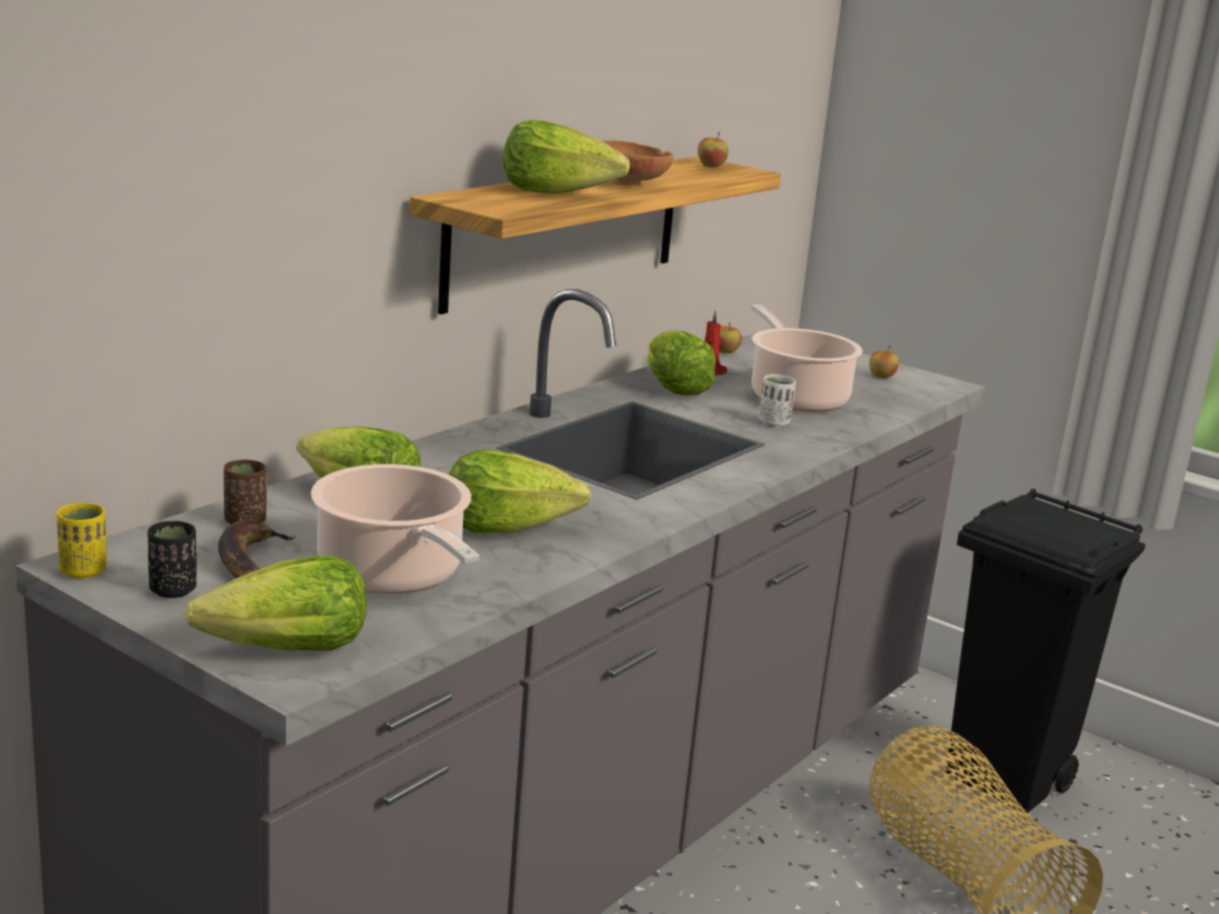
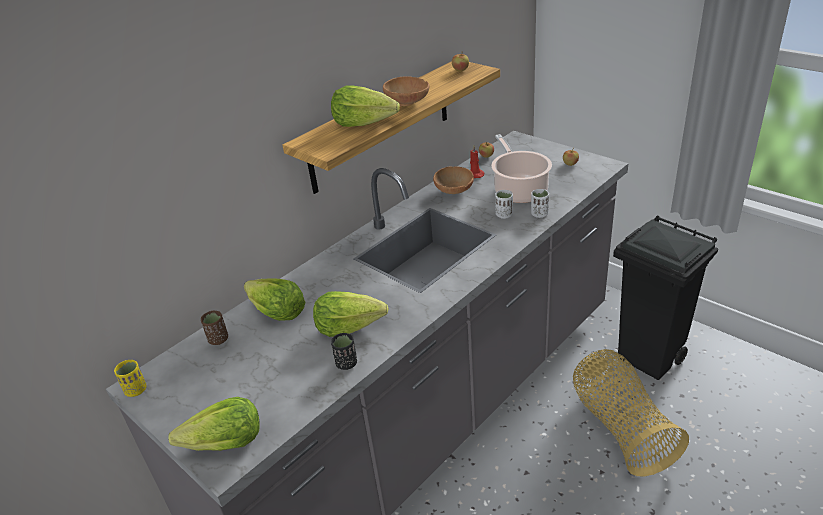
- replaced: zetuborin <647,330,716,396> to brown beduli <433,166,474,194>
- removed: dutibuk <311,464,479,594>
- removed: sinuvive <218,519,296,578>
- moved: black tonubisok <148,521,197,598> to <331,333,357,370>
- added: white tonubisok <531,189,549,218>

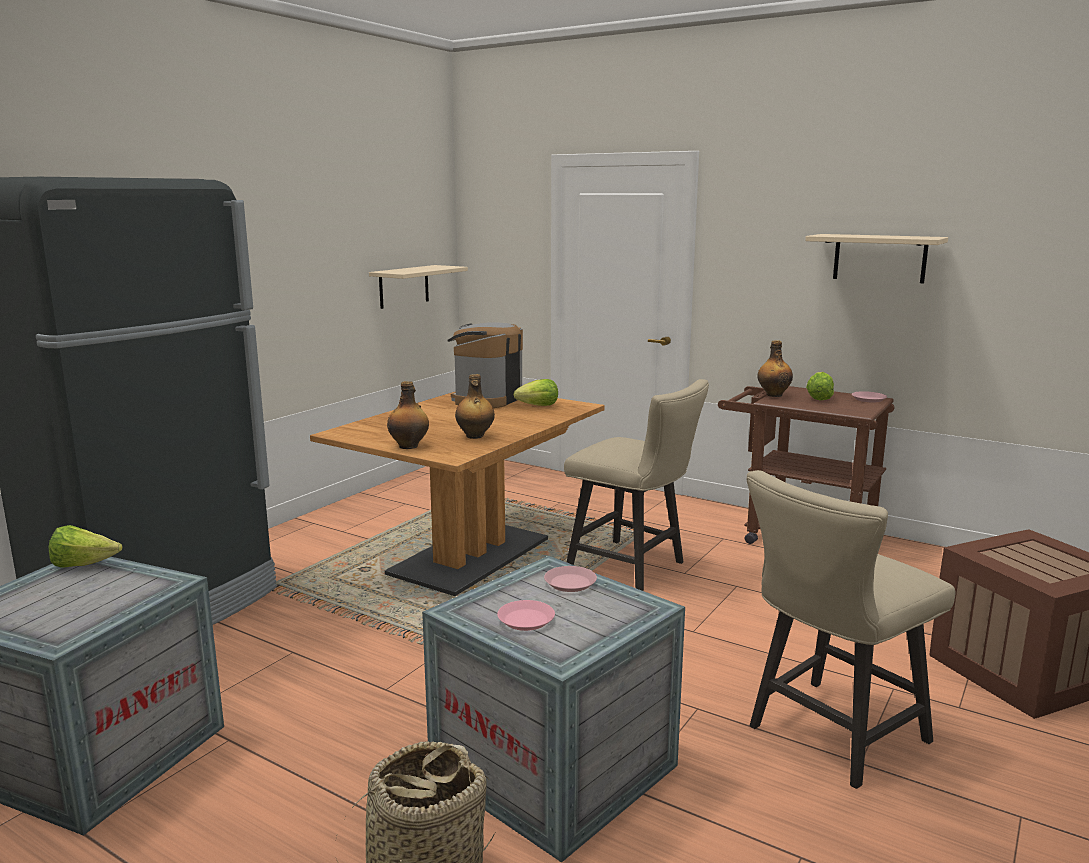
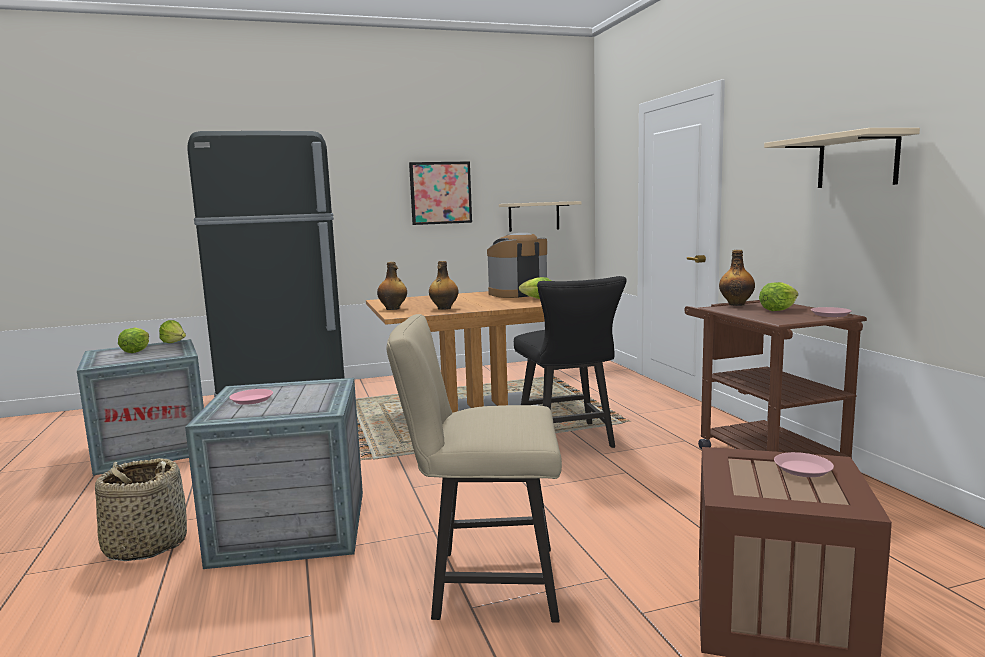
- recoloured: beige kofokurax <564,379,709,591> to black kofokurax <514,276,626,448>
- moved: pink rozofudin <544,566,597,592> to <774,452,834,477>
- added: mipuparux <409,162,472,225>
- added: zetuborin <118,328,149,353>

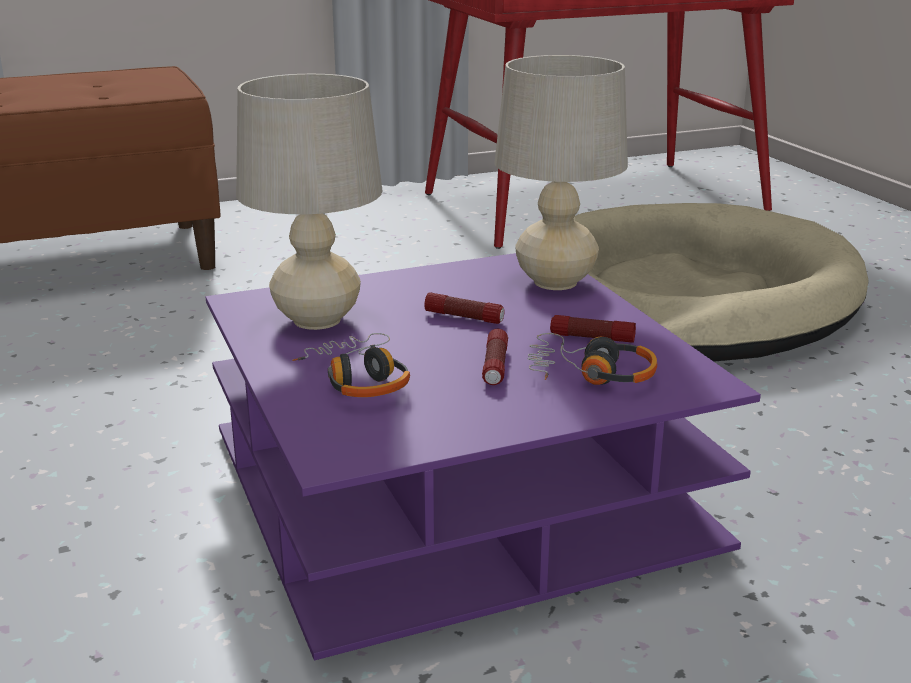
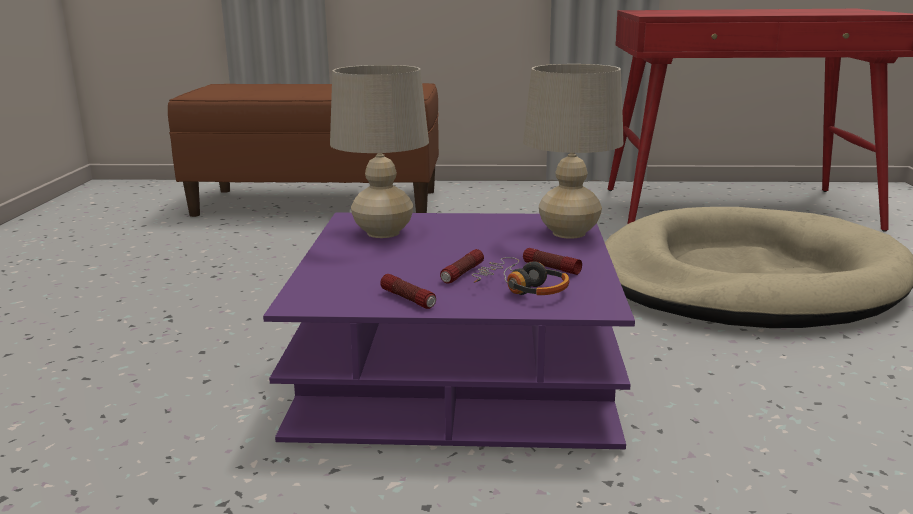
- moved: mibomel <424,292,505,324> to <380,274,436,309>
- removed: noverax <292,333,410,397>

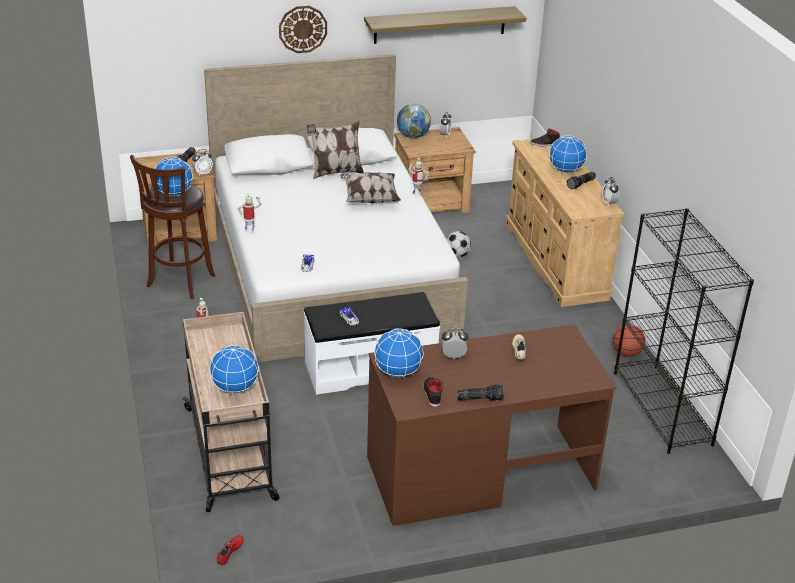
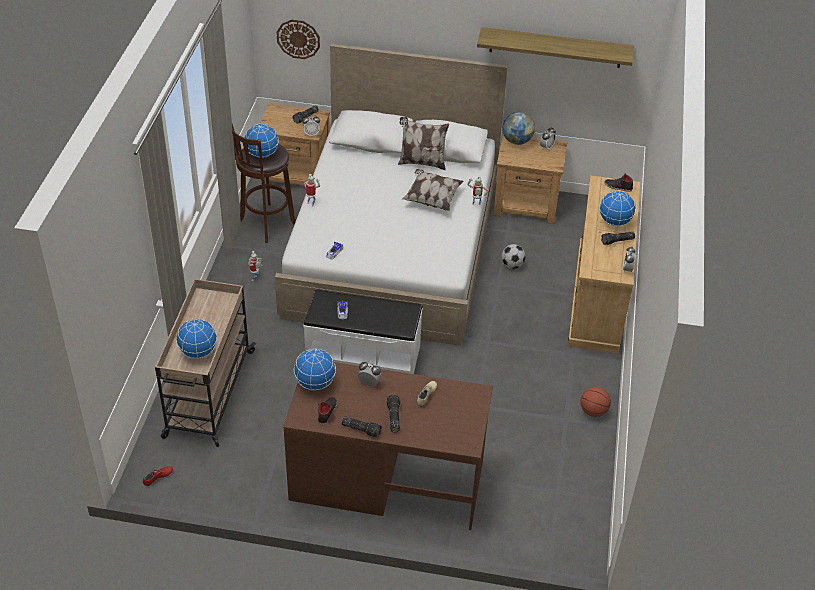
- moved: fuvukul <279,6,327,53> to <277,20,320,59>
- removed: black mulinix <614,208,754,454>
- added: mibomel <387,395,400,432>

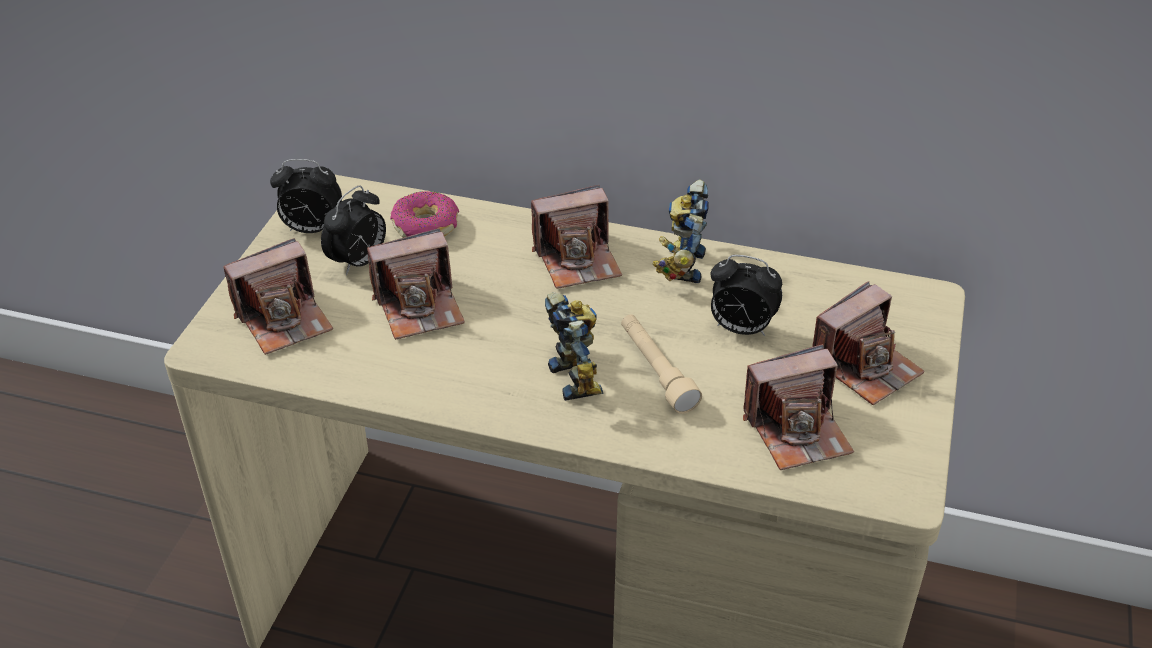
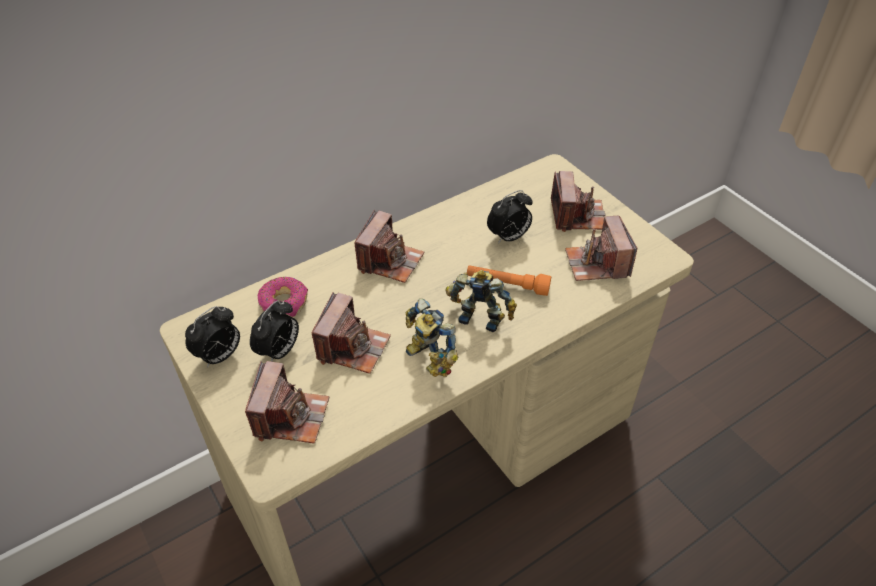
- moved: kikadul <653,179,709,283> to <405,298,458,377>
- turned: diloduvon <321,185,386,275> = <250,300,299,362> 45 degrees clockwise
- recoloured: beige mibomel <621,315,702,414> to orange mibomel <467,265,551,296>
- turned: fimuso <743,344,854,470> = <565,215,637,281> 150 degrees clockwise

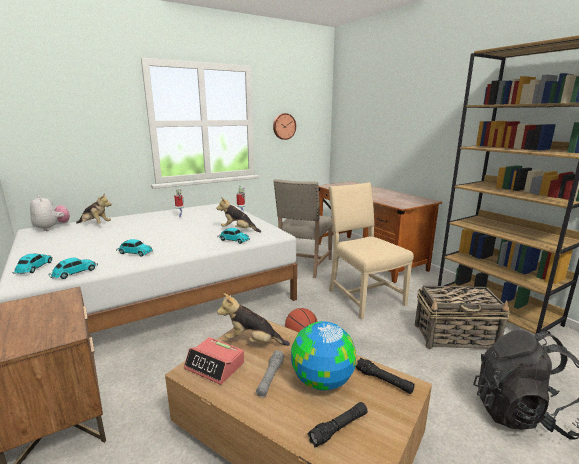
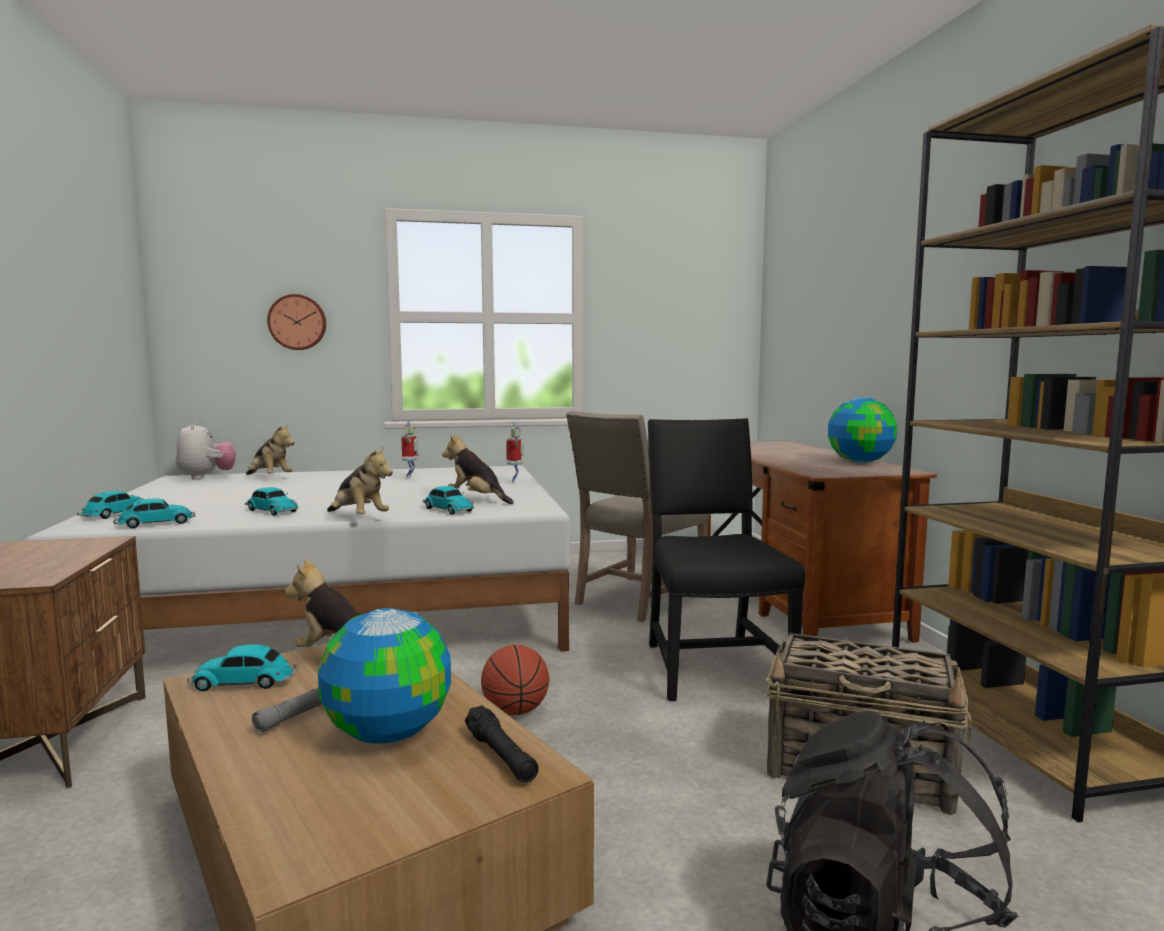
- moved: fuvukul <273,113,296,140> to <267,294,326,350>
- recoloured: beige kofokurax <329,182,414,319> to black kofokurax <648,418,805,701>
- replaced: diloduvon <184,337,244,385> to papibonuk <187,645,298,691>
- removed: black mibomel <308,402,368,447>
- added: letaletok <828,398,897,463>
- added: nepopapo <327,447,393,514>

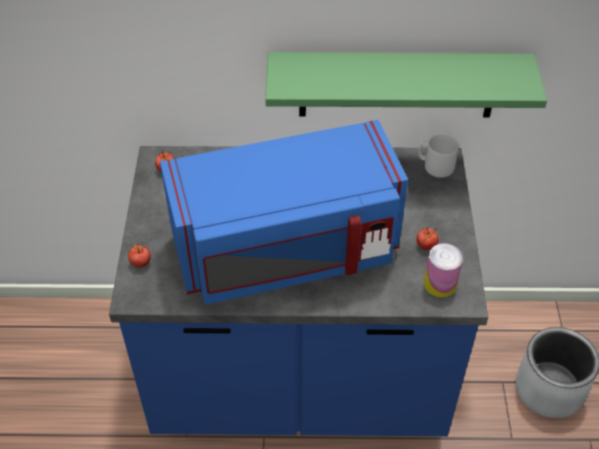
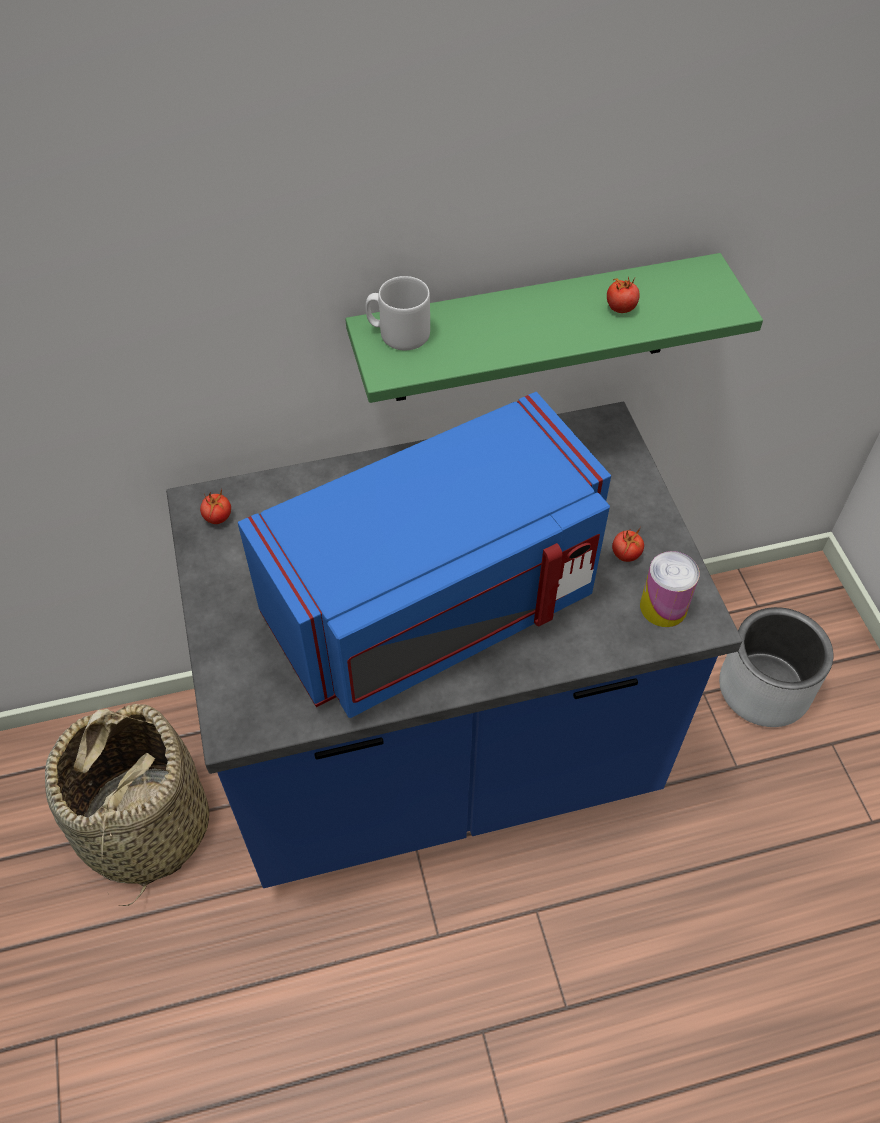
- moved: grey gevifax <418,134,459,178> to <366,276,430,350>
- moved: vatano <128,244,151,268> to <607,276,640,313>
- added: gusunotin <45,704,209,906>

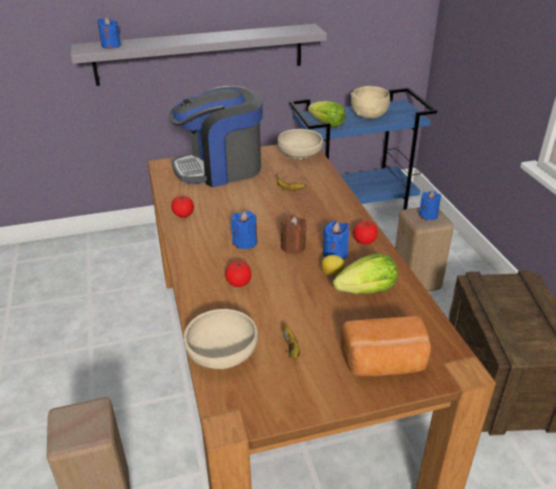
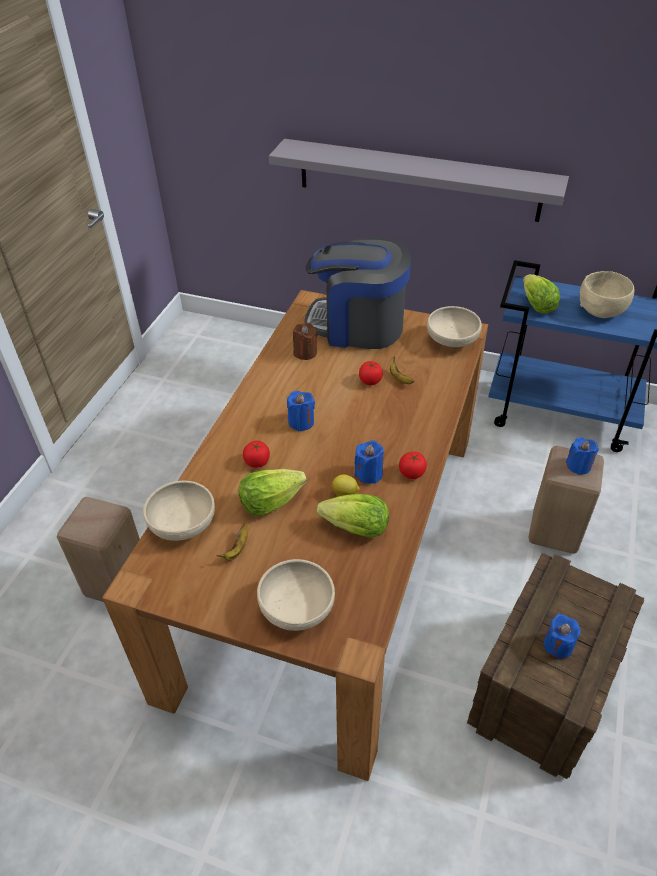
- moved: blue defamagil <97,17,121,49> to <543,614,581,659>
- moved: vatano <171,195,194,218> to <359,361,383,385>
- moved: brown defamagil <280,215,307,254> to <293,323,318,360>
- replaced: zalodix <341,316,431,376> to beige beduli <257,559,335,631>
- added: zetuborin <238,469,307,516>

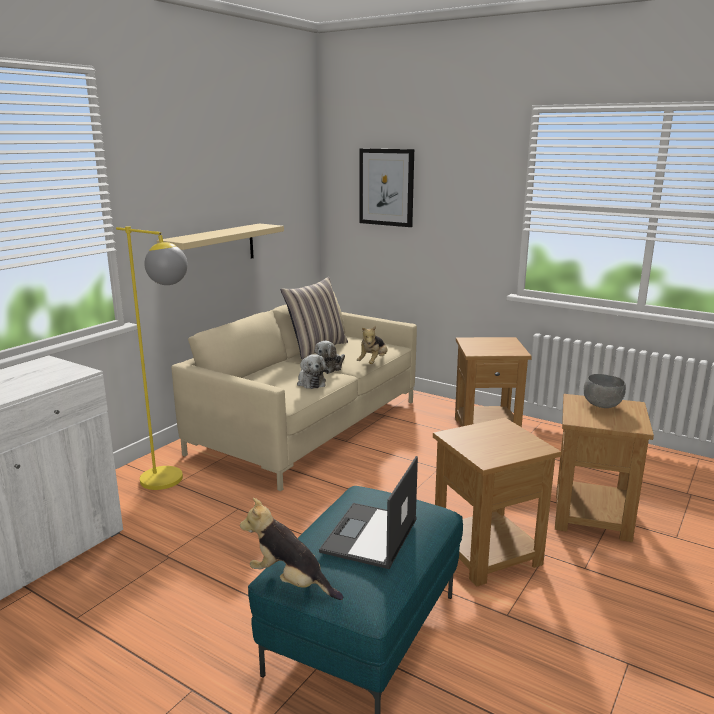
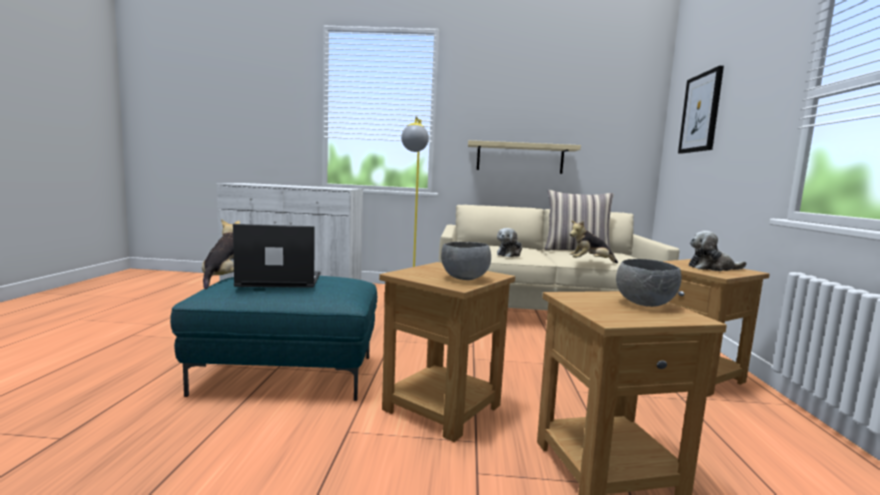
- moved: nepopapo <315,341,345,373> to <689,231,746,271>
- added: grey beduli <441,242,491,280>

